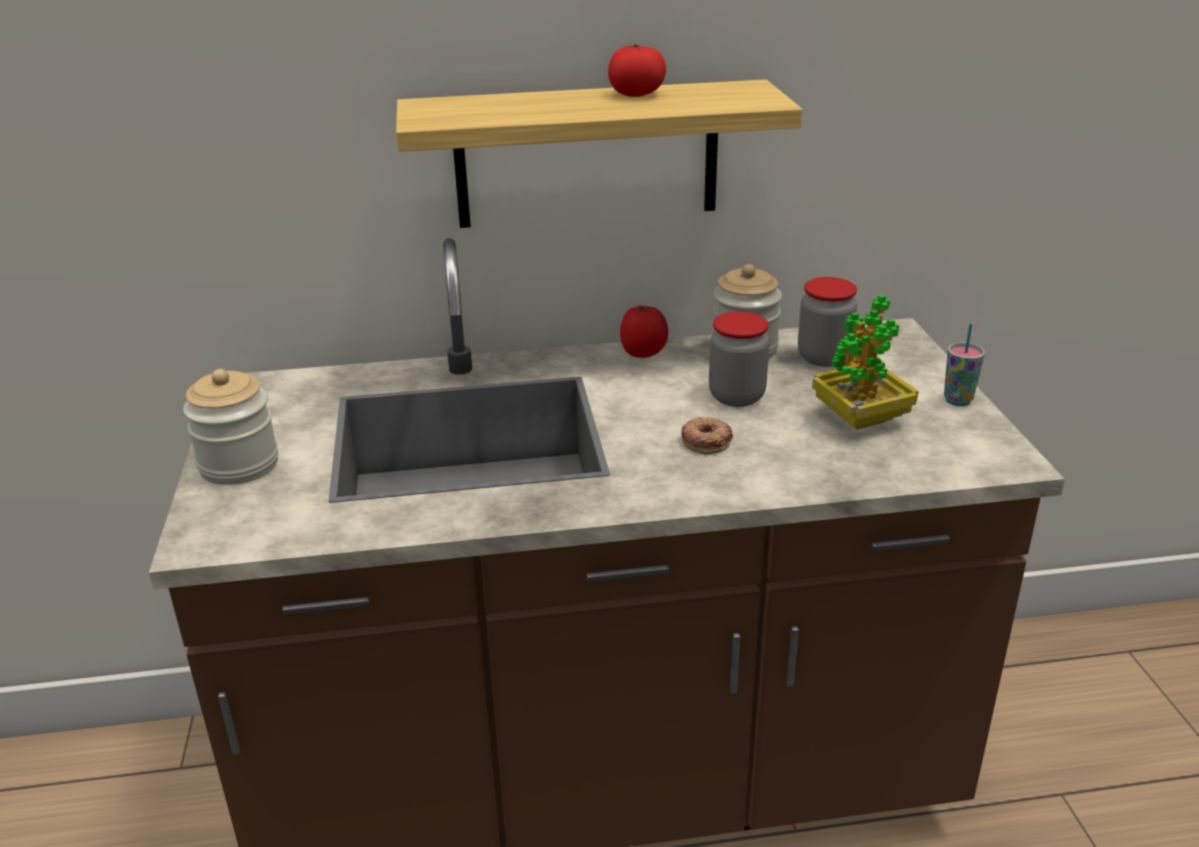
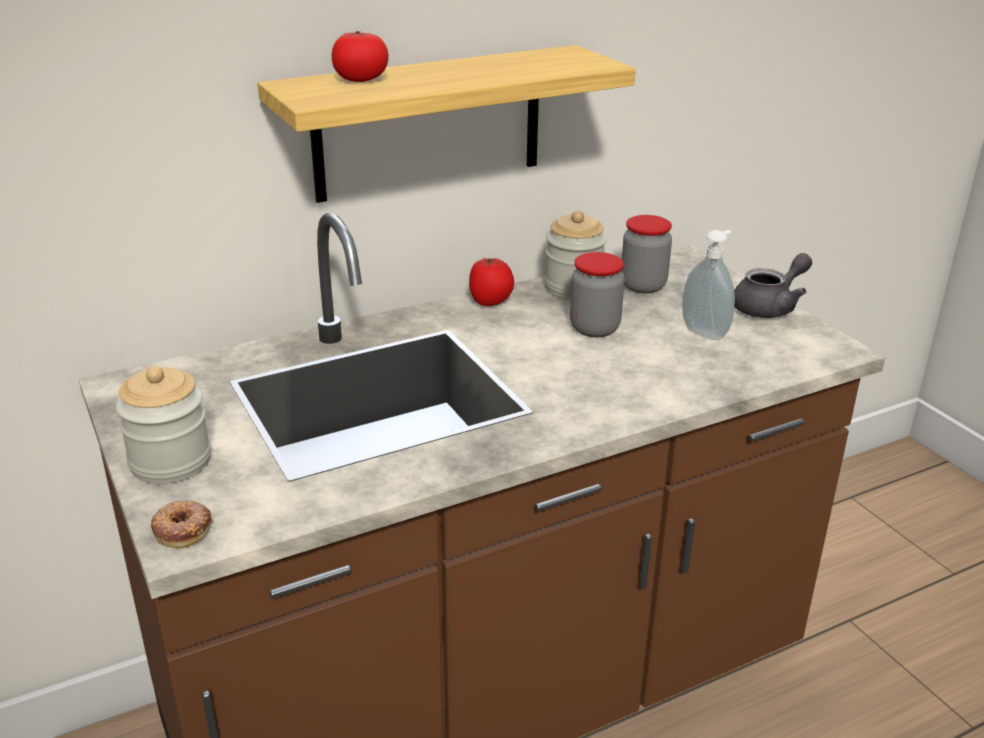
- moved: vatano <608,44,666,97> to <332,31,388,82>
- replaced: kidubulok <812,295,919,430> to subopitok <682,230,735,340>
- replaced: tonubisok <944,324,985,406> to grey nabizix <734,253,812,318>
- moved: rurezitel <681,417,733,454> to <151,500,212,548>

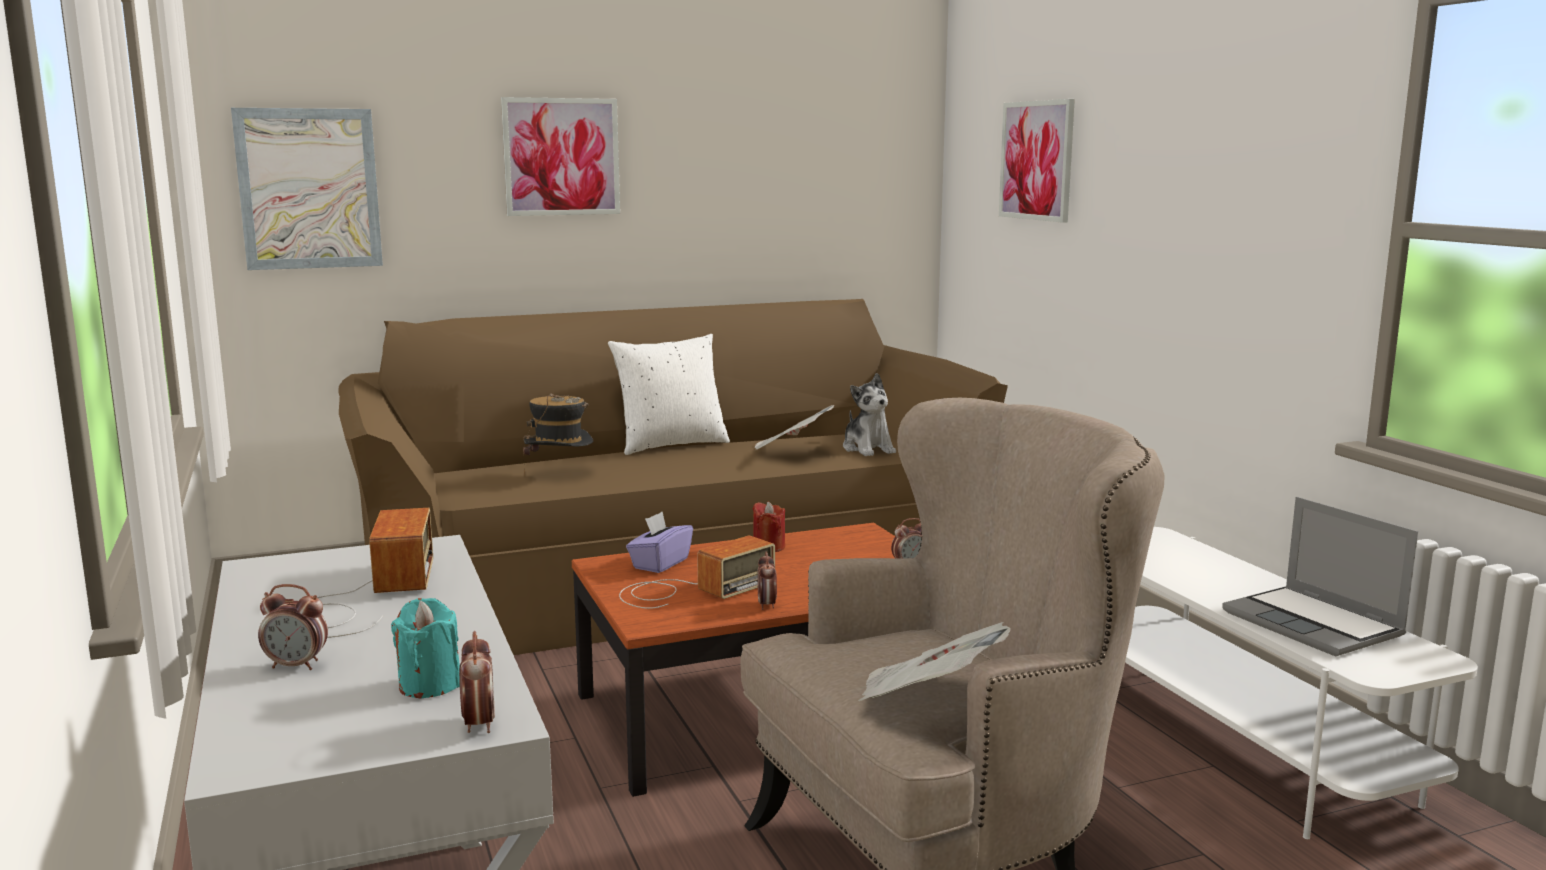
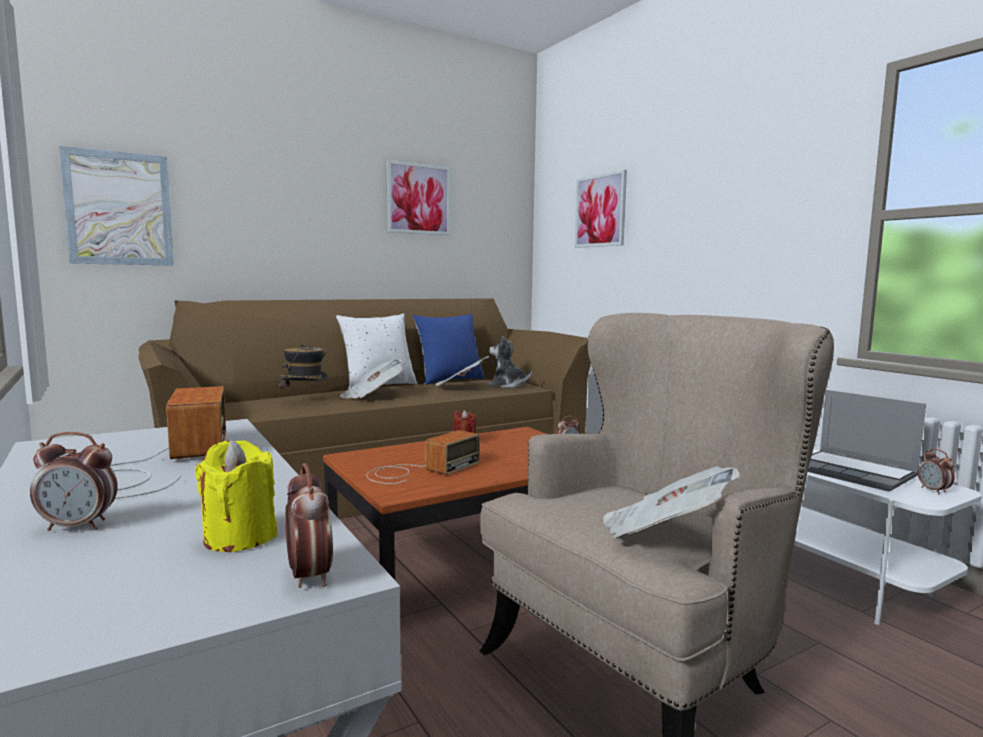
- moved: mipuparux <501,97,620,216> to <387,160,451,235>
- turned: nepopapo <843,373,896,456> = <487,336,532,388> 150 degrees clockwise
- removed: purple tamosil <626,512,693,573>
- moved: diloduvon <757,551,777,610> to <918,449,955,494>
- recoloured: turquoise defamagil <391,598,460,698> to yellow defamagil <195,440,277,552>
- added: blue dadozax <413,313,485,385>
- added: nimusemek <340,359,403,398>

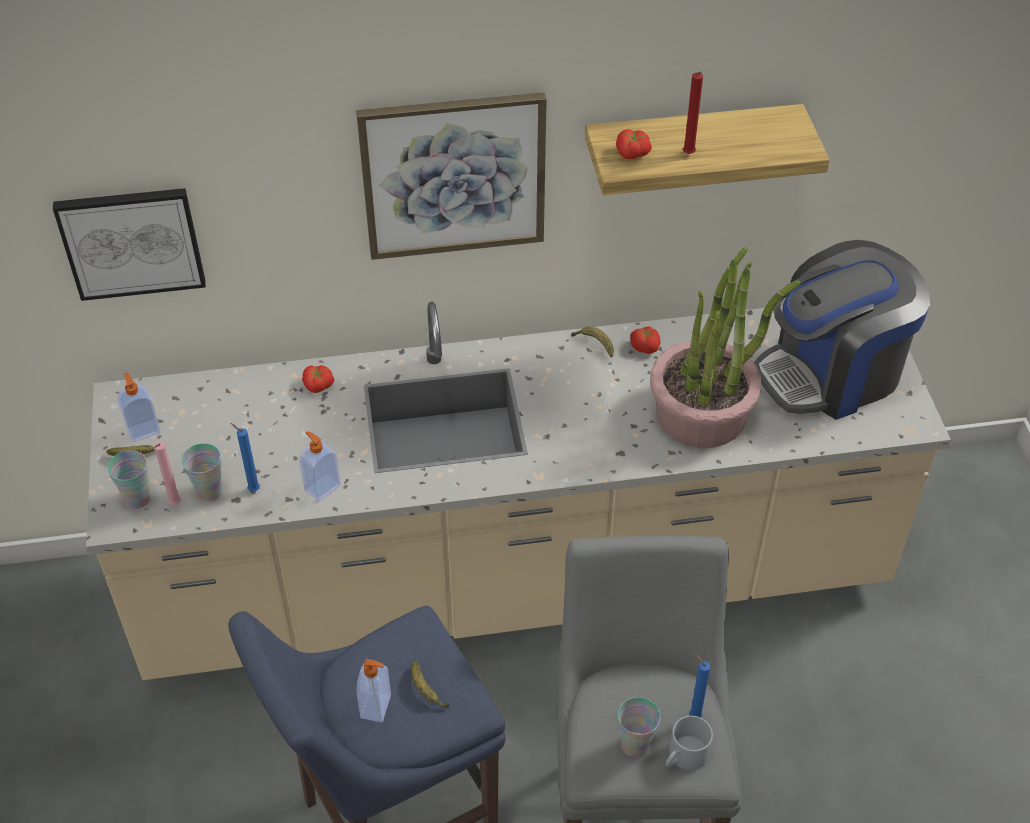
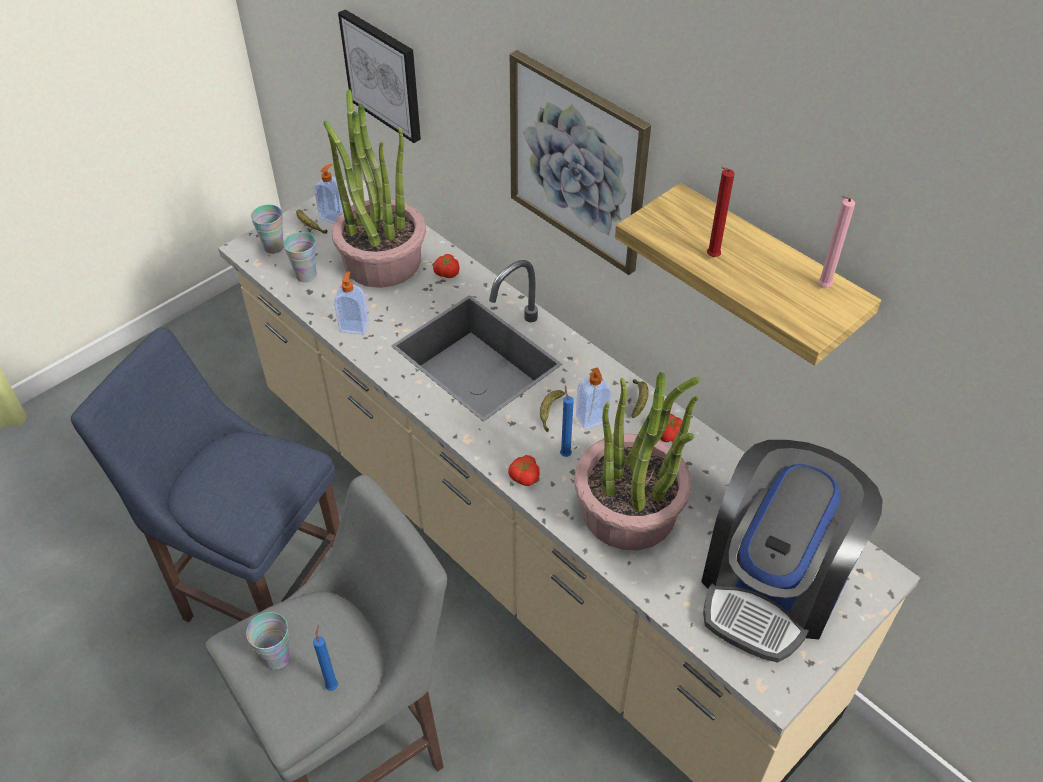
- moved: vatano <616,129,652,160> to <508,455,540,486>
- turned: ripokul <754,240,930,420> = <701,440,883,663> 90 degrees counterclockwise
- moved: blue defamagil <230,423,260,492> to <560,386,574,457>
- moved: pink defamagil <154,442,181,505> to <818,196,855,287>
- moved: subopitok <356,659,391,722> to <576,367,612,429>
- moved: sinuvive <411,662,449,708> to <540,390,565,432>
- removed: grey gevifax <665,716,713,770>
- added: kidubulok <323,89,426,288>

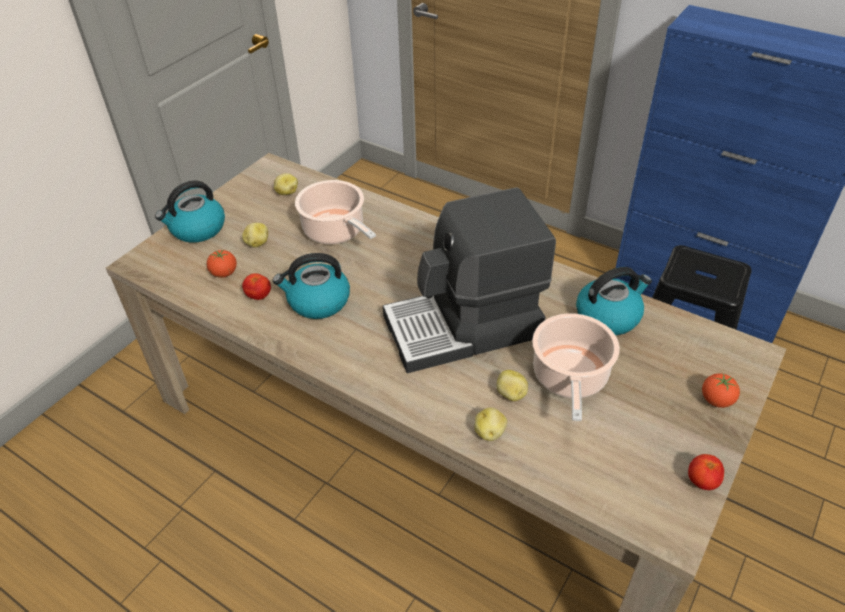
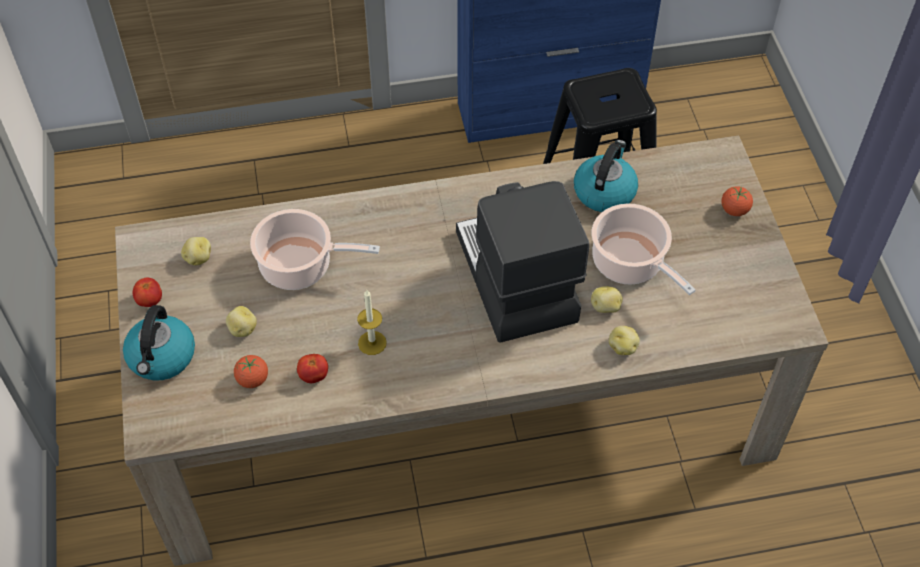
- turned: ripokul <383,188,556,373> = <456,181,589,343> 135 degrees clockwise
- replaced: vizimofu <273,253,350,319> to defamagil <357,290,387,355>
- moved: vatano <688,454,724,490> to <133,277,162,307>

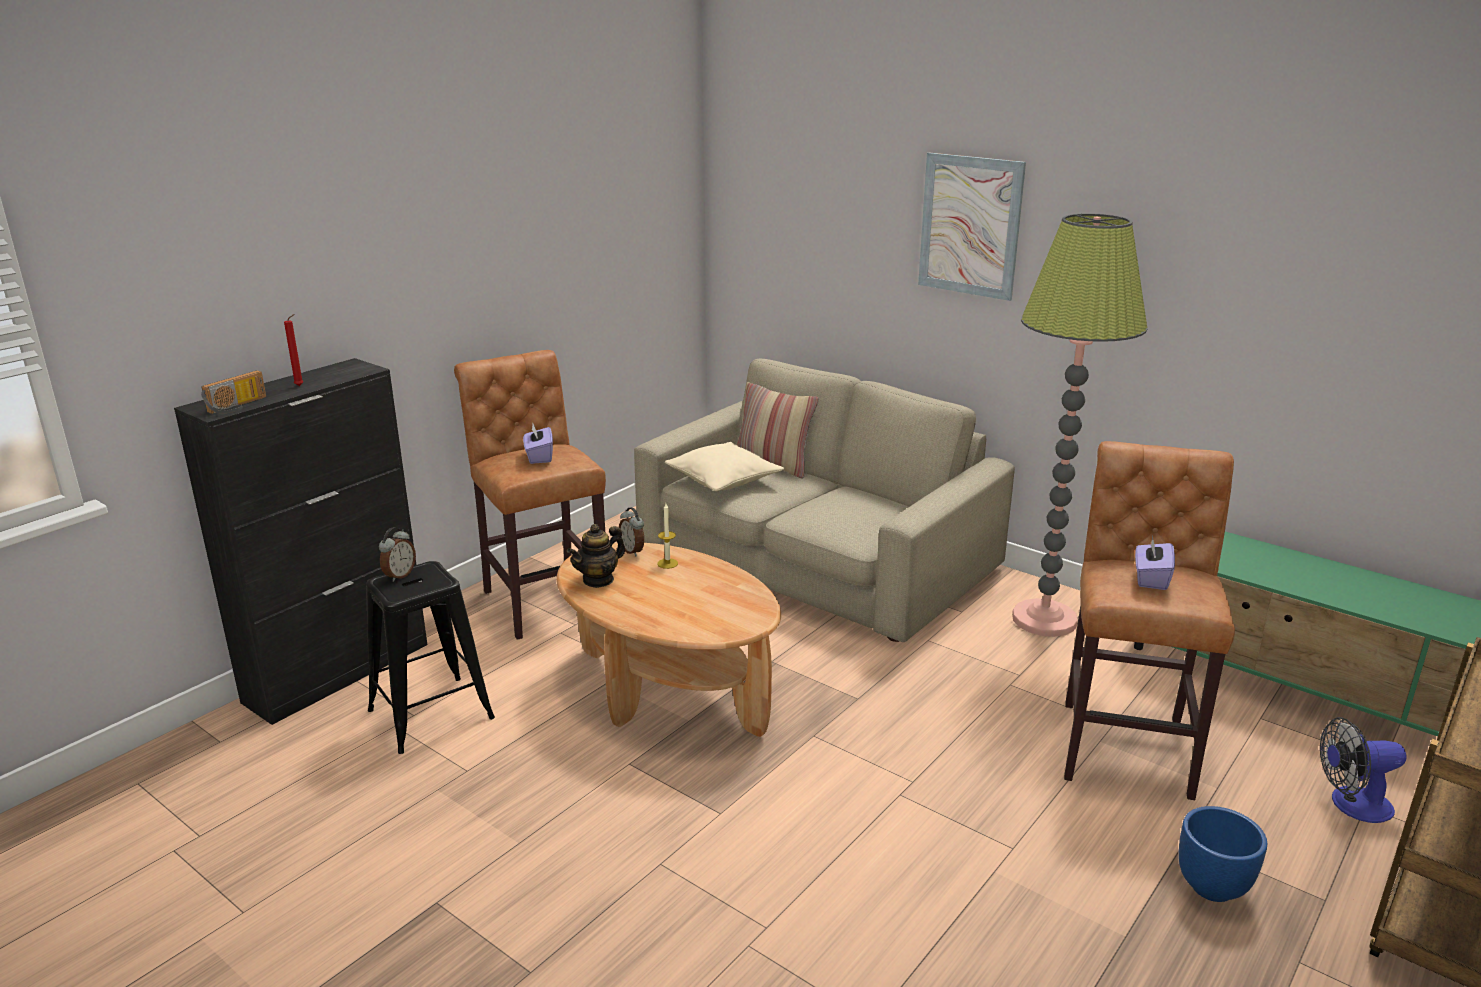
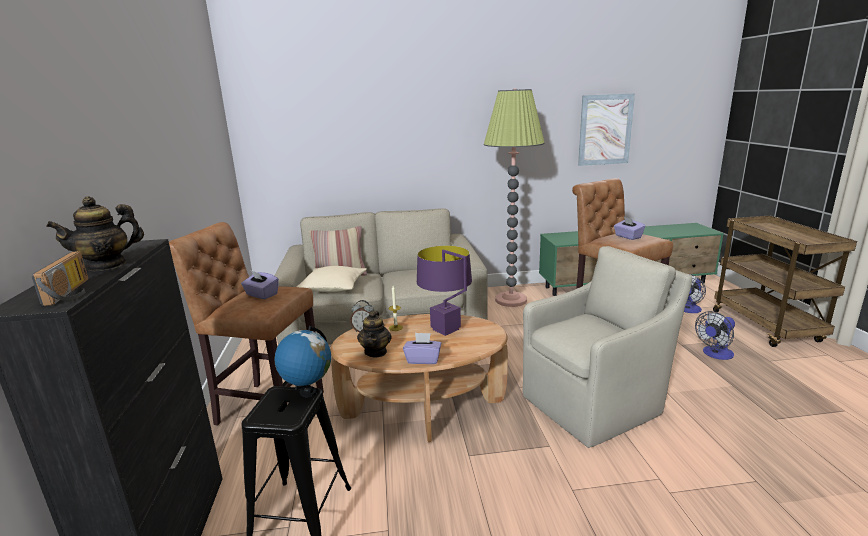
- moved: mipuparux <918,153,1026,301> to <578,93,635,166>
- replaced: red defamagil <284,314,303,386> to nabizix <46,196,144,271>
- removed: diloduvon <379,527,416,582>
- replaced: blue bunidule <1179,806,1267,902> to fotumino <695,311,735,360>
- added: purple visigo <417,246,472,336>
- added: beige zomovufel <523,246,692,448>
- added: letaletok <274,326,331,397>
- added: purple tamosil <403,333,441,364>

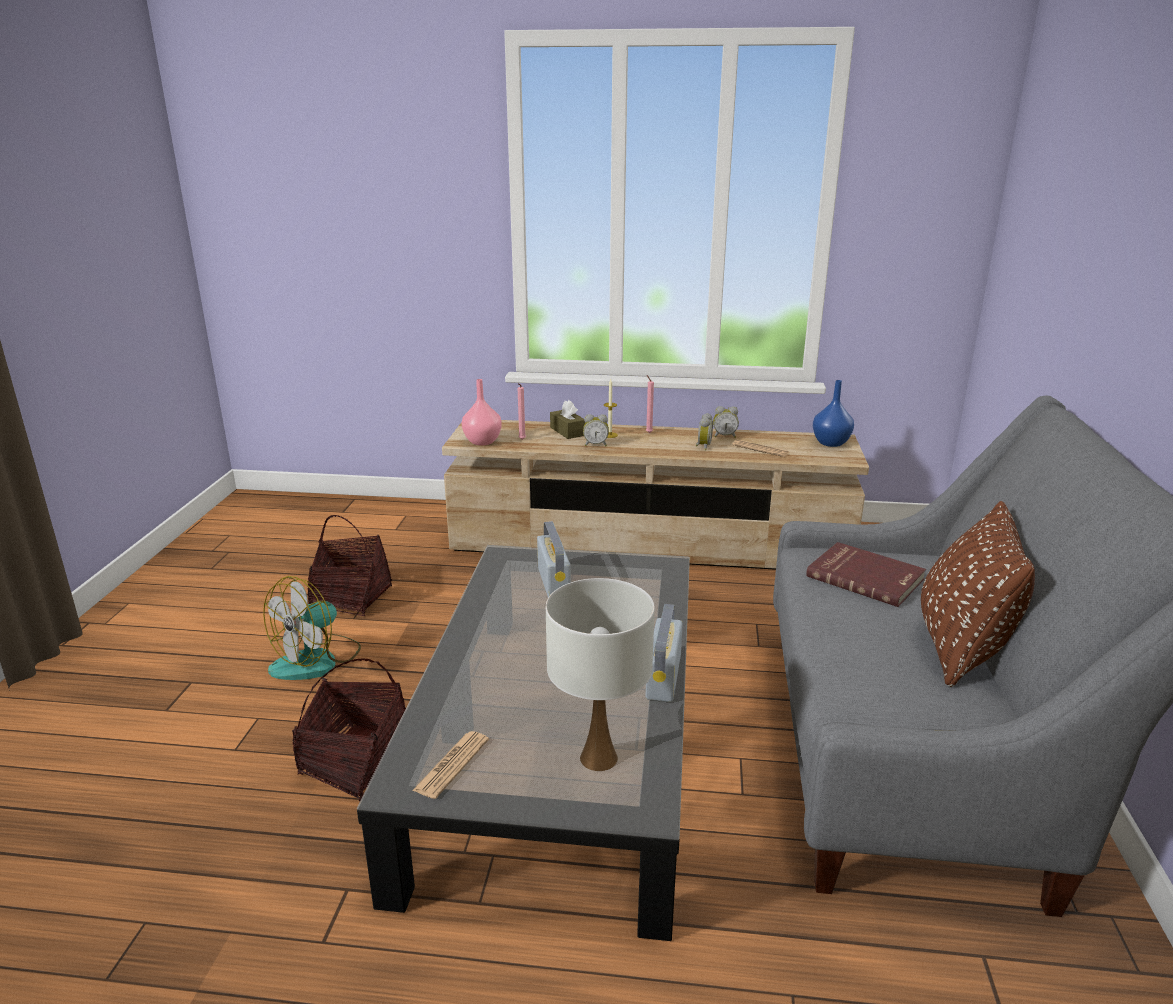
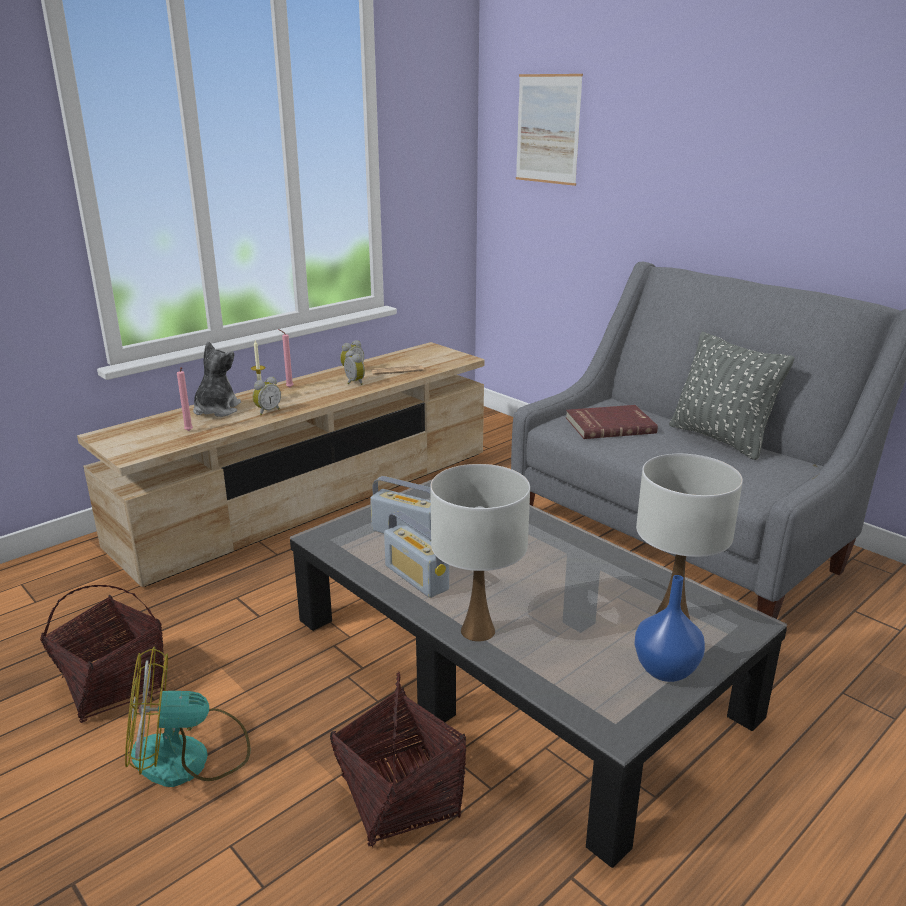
- removed: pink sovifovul <462,379,502,445>
- moved: blue sovifovul <813,380,854,447> to <634,575,705,682>
- replaced: brown tamosil <550,400,585,439> to nepopapo <193,341,241,417>
- recoloured: brown dadozax <921,501,1035,687> to grey dadozax <669,332,795,460>
- turned: fotumino <263,576,361,680> = <125,647,250,787> 90 degrees clockwise
- moved: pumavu <645,604,683,702> to <384,511,449,598>
- removed: nimusemek <412,731,489,799>
- added: mipuparux <516,74,583,186>
- added: white visigo <431,464,530,642>

